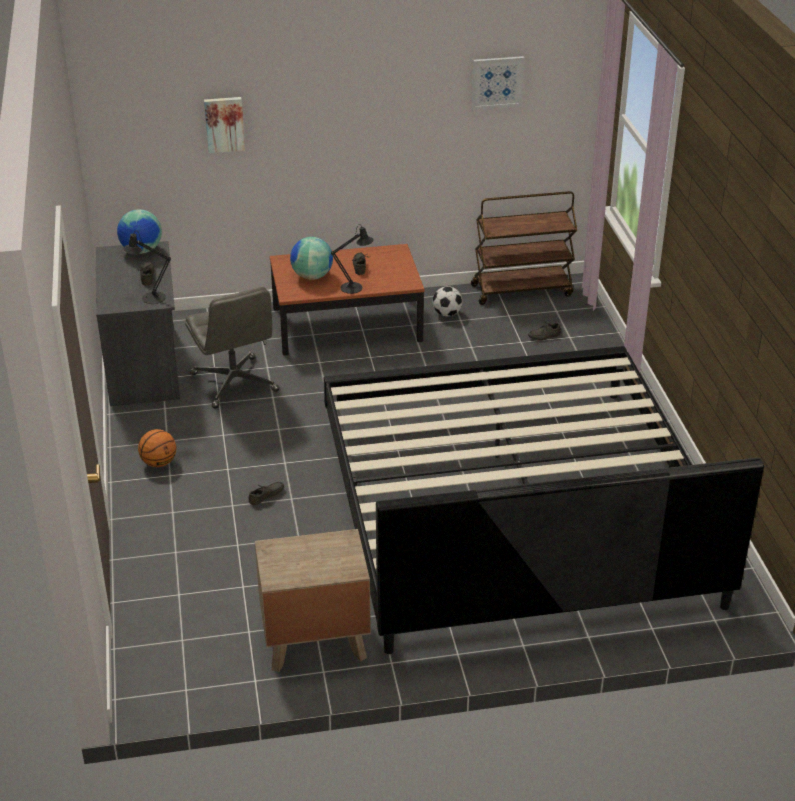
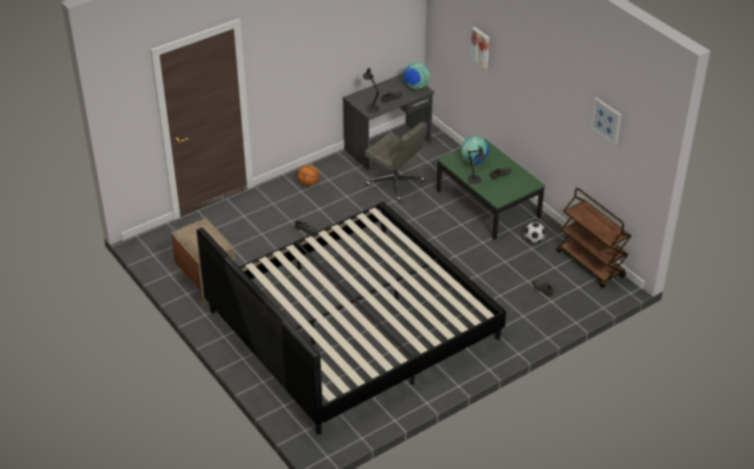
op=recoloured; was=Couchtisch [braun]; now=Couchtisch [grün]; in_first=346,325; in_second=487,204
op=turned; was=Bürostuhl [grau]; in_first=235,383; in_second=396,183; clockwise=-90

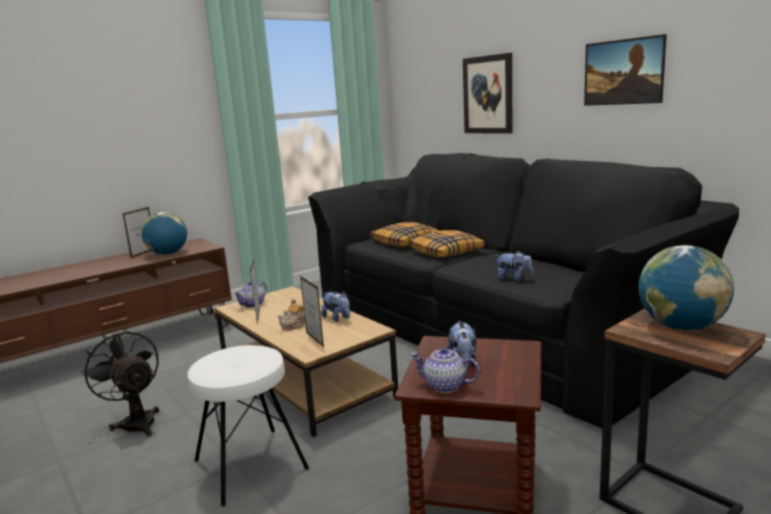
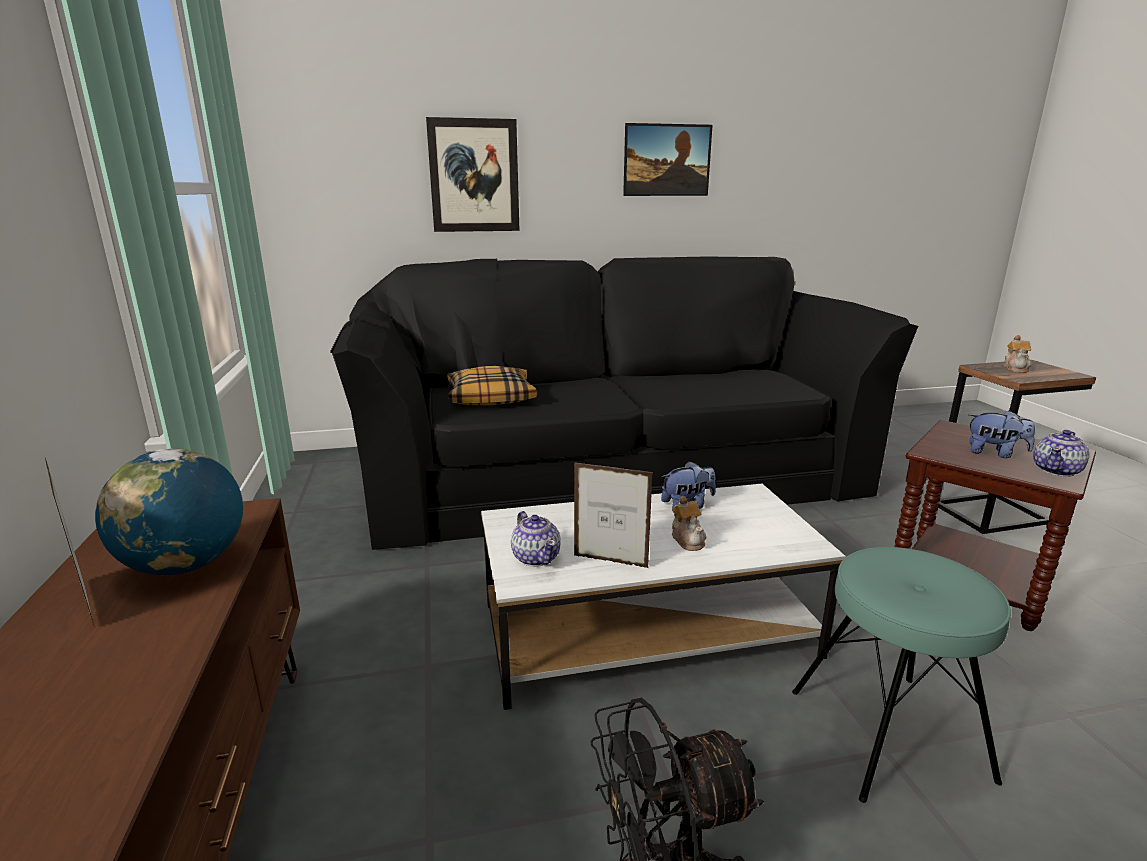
op=removed; was=Bilderrahmen; in_first=314,340
op=removed; was=Kissen; in_first=446,252
op=removed; was=Plüschtier; in_first=513,279
op=replaced; was=Globus; now=Teekanne; in_first=681,327; in_second=1016,368
op=recoloured; was=Hocker [weiß]; now=Hocker [türkis]; in_first=250,465; in_second=888,734
op=recoloured; was=Couchtisch [braun]; now=Couchtisch [weiß]; in_first=305,380; in_second=646,629

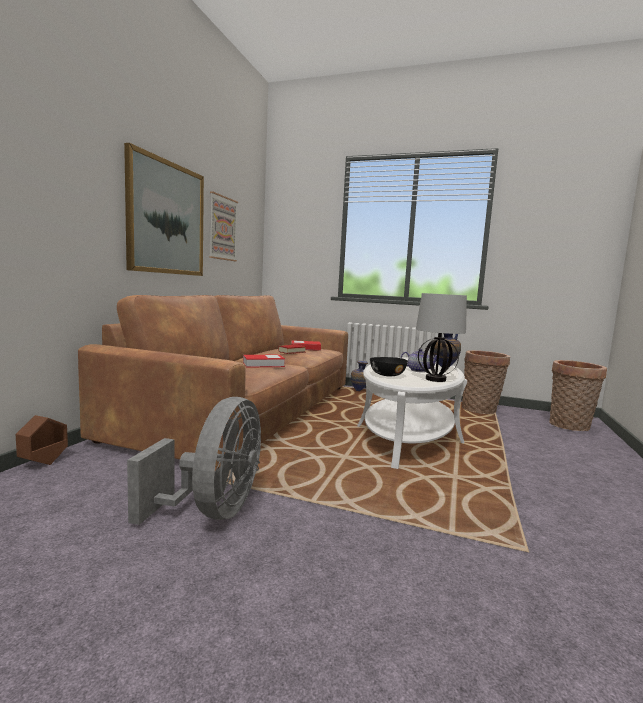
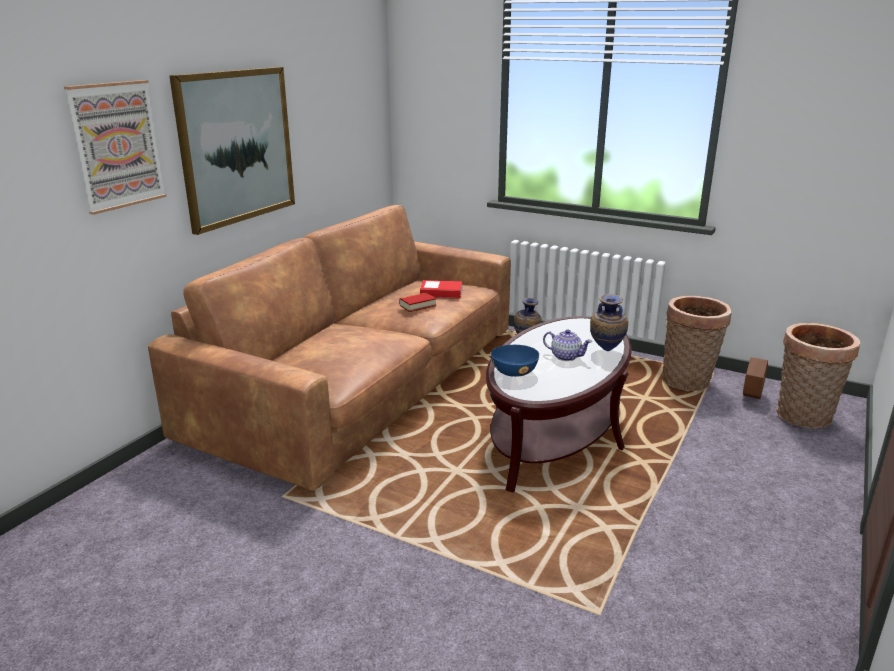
op=removed; was=Ventilator [grau]; in_first=213,511
op=removed; was=Buch; in_first=263,364
op=removed; was=Tischlampe; in_first=436,379
op=moved; was=Pflanzkübel [braun]; in_first=43,463; in_second=751,397
op=moved; was=Bild; in_first=222,228; in_second=117,145
op=recoloured; was=Couchtisch [weiß]; now=Couchtisch [braun]; in_first=408,434; in_second=556,432
op=recoloured; was=Schüssel [schwarz]; now=Schüssel [blau]; in_first=387,375; in_second=514,372

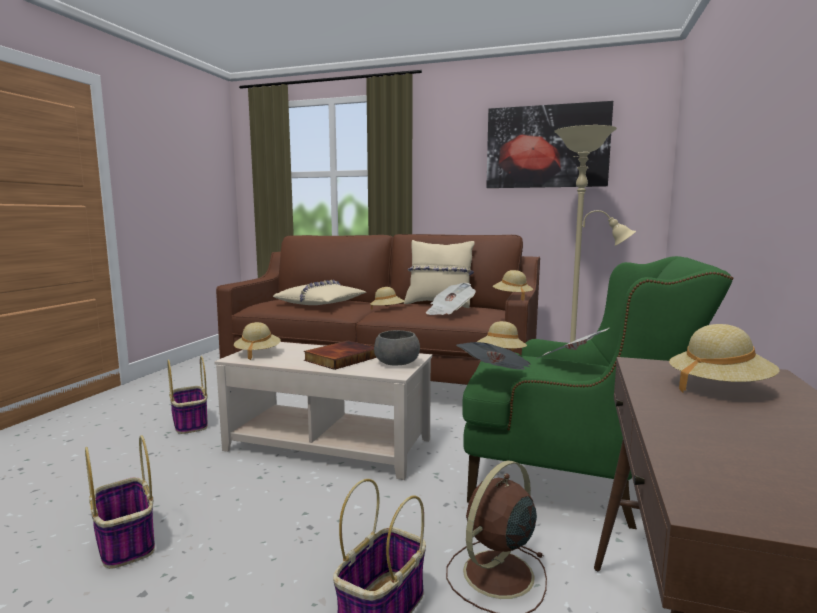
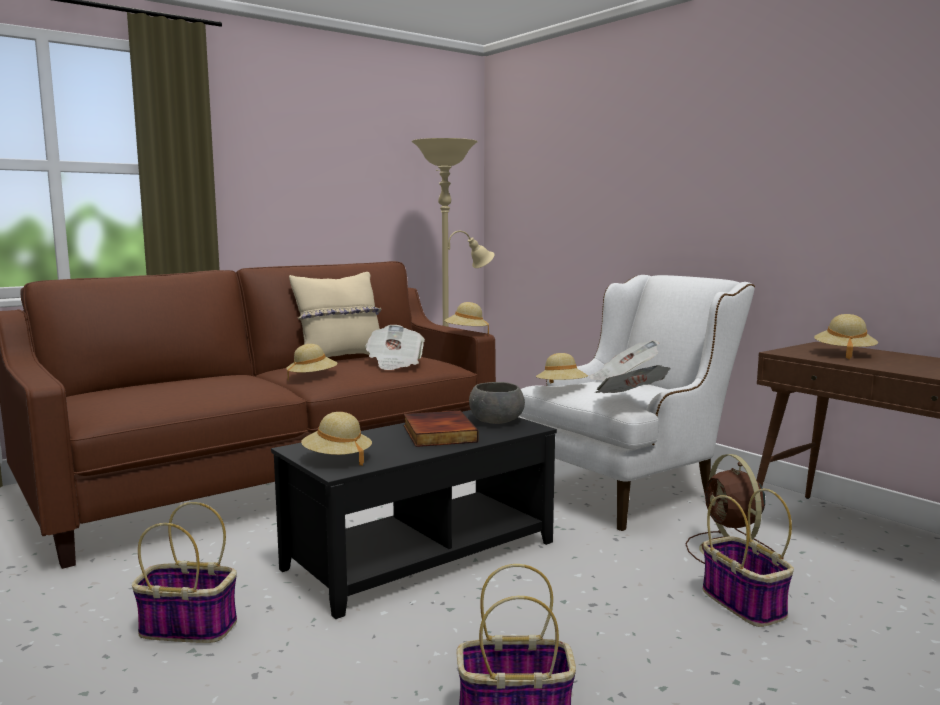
op=removed; was=Kissen [beige]; in_first=321,303
op=removed; was=Bild; in_first=547,147
op=recoloured; was=Couchtisch [beige]; now=Couchtisch [schwarz]; in_first=329,445; in_second=421,555
op=recoloured; was=Sessel [grün]; now=Sessel [weiß]; in_first=572,481; in_second=630,488

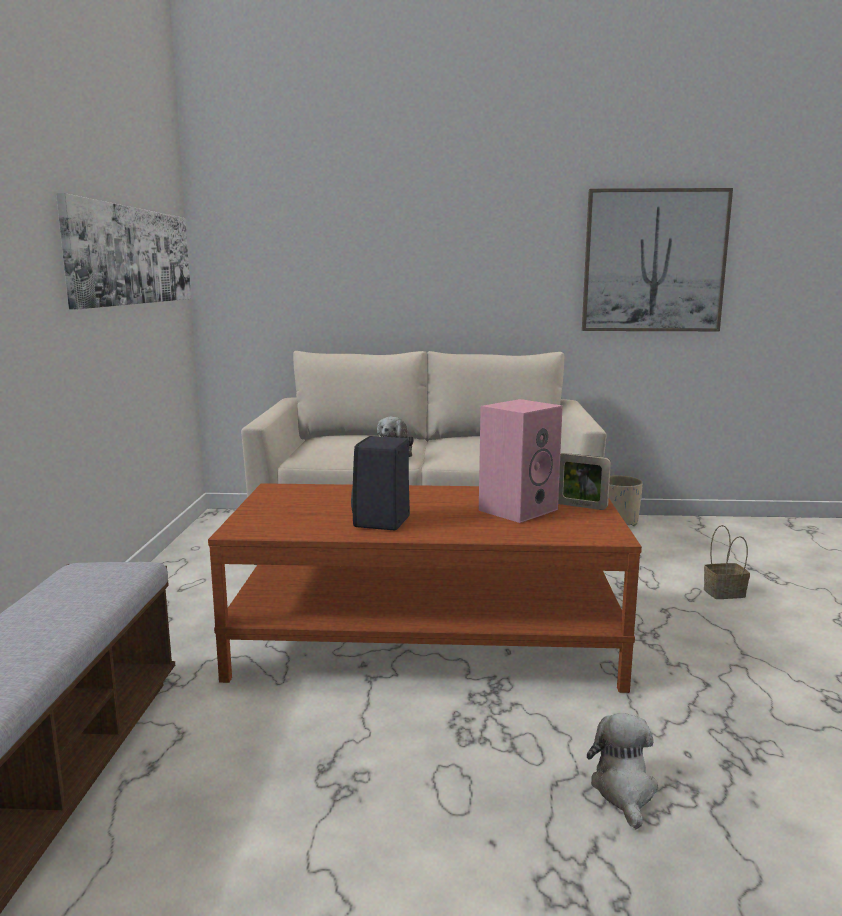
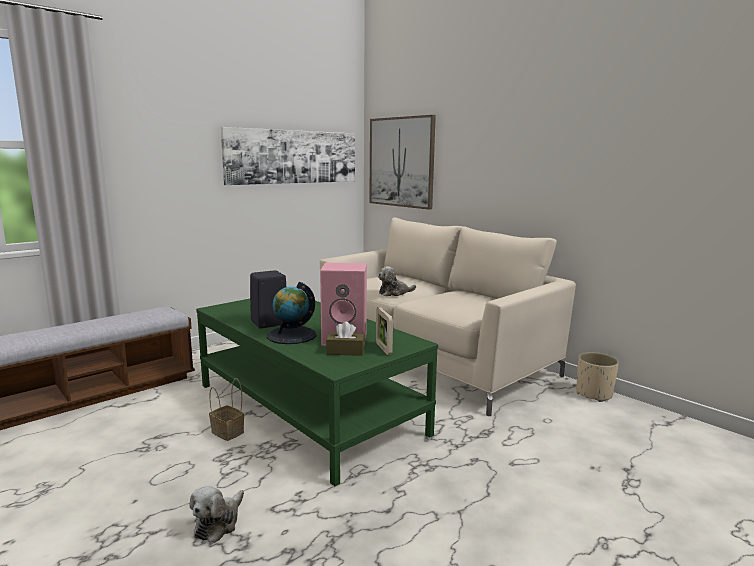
op=added; now=Globus; in_second=291,335
op=added; now=Taschentuchbox [braun]; in_second=345,351
op=moved; was=Bild; in_first=654,261; in_second=401,162
op=moved; was=Korb; in_first=725,592; in_second=228,432
op=recoloured; was=Couchtisch [braun]; now=Couchtisch [grün]; in_first=427,641; in_second=308,409
op=turned; was=Plüschtier; in_first=624,790; in_second=218,523; clockwise=150

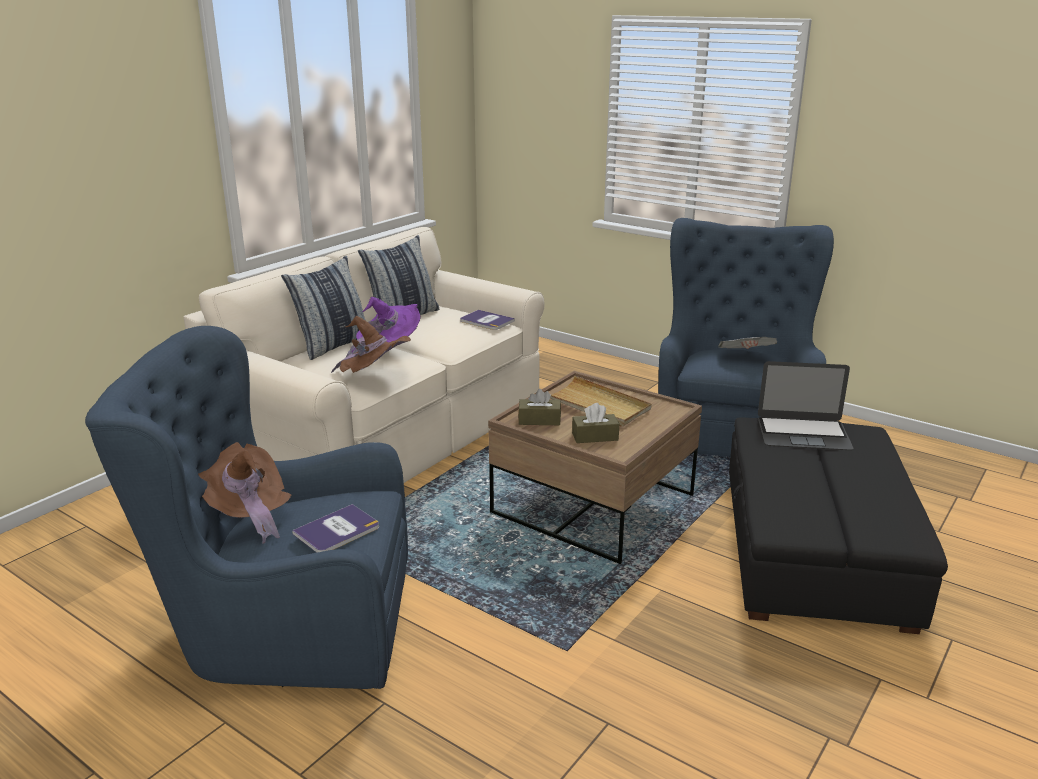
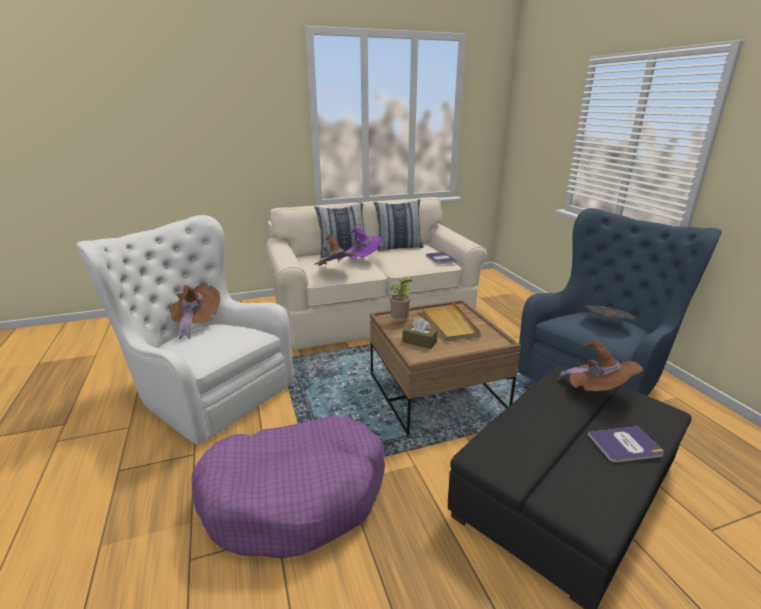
op=added; now=Hundebett [lila]; in_second=296,495
op=moved; was=Buch; in_first=337,530; in_second=625,445
op=replaced; was=Taschentuchbox [braun]; now=Topfpflanze; in_first=539,420; in_second=400,322
op=replaced; was=Laptop; now=Hut [braun]; in_first=803,433; in_second=597,393
op=recoloured; was=Sessel [blau]; now=Sessel [weiß]; in_first=283,627; in_second=206,392

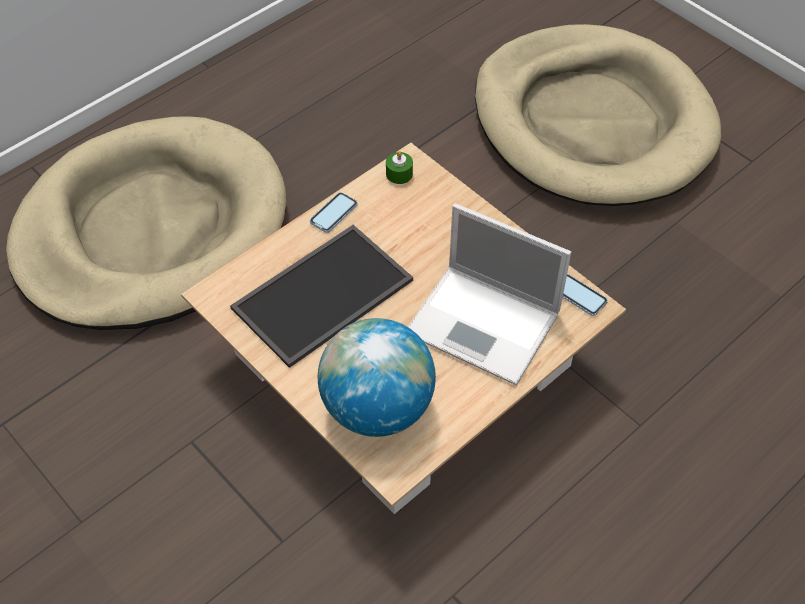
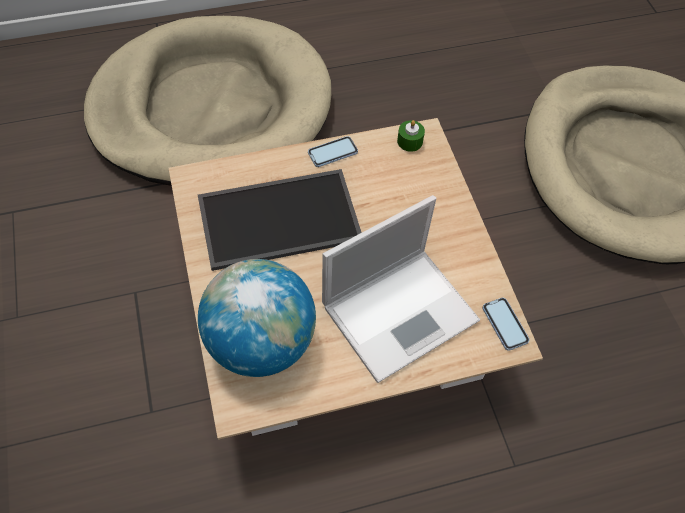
op=turned; was=Laptop; in_first=485,324; in_second=402,311; clockwise=-90

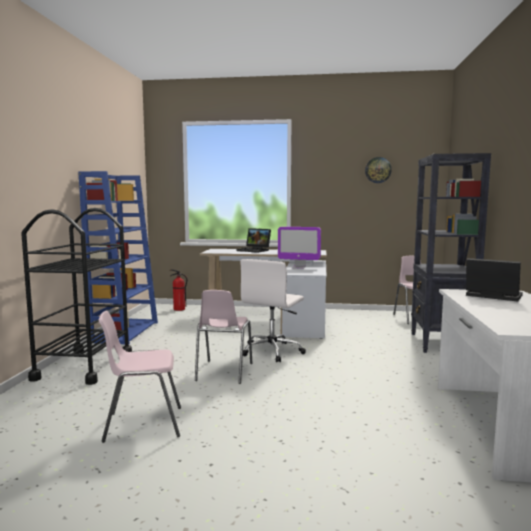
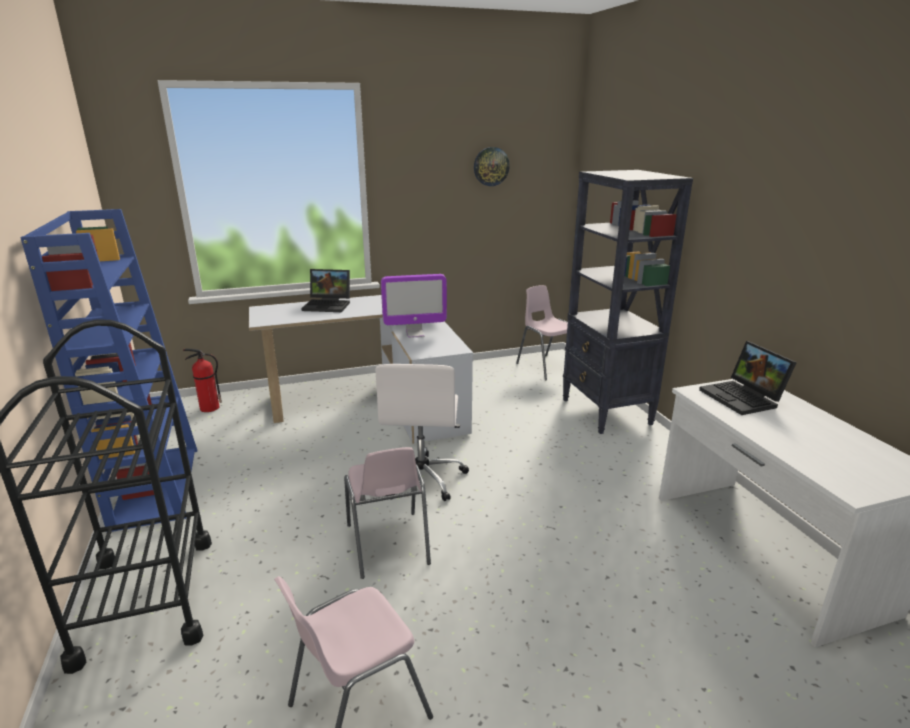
op=turned; was=Laptop; in_first=491,296; in_second=744,398; clockwise=-120

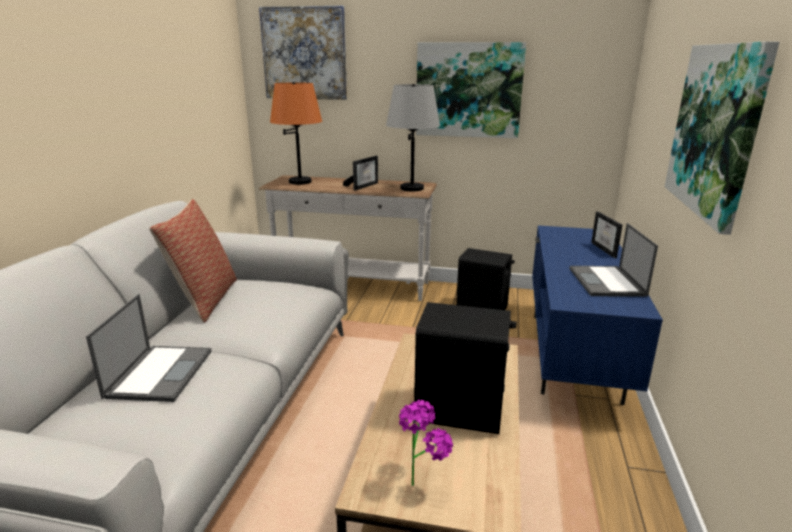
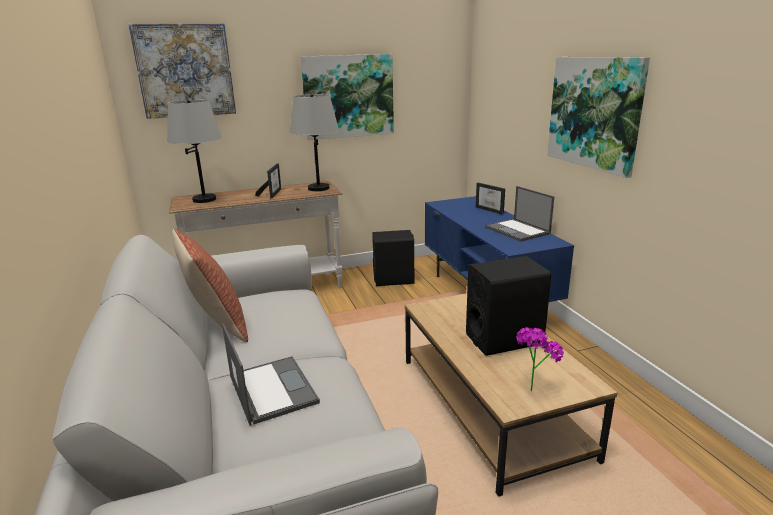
op=recoloured; was=Tischlampe [orange]; now=Tischlampe [grau]; in_first=300,182; in_second=204,199

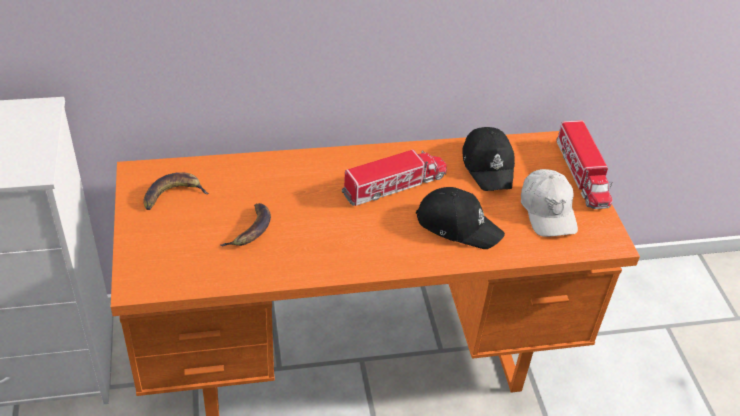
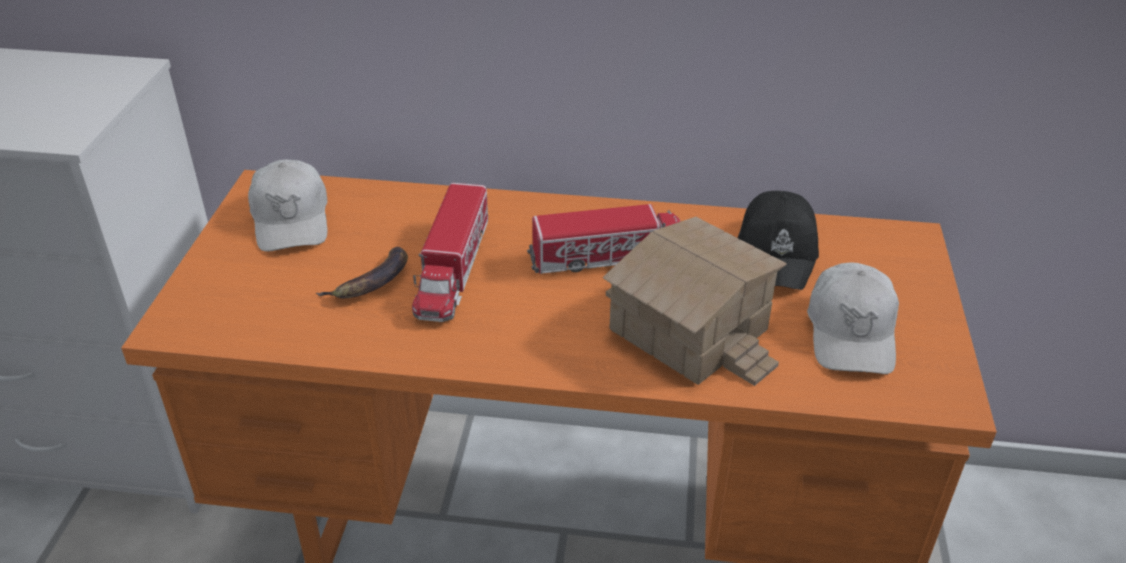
op=moved; was=Spielzeuglaster; in_first=582,175; in_second=452,269
op=replaced; was=Banane; now=Kappe [weiß]; in_first=173,194; in_second=291,219
op=replaced; was=Kappe [schwarz]; now=Spielzeughaus; in_first=458,225; in_second=690,328

